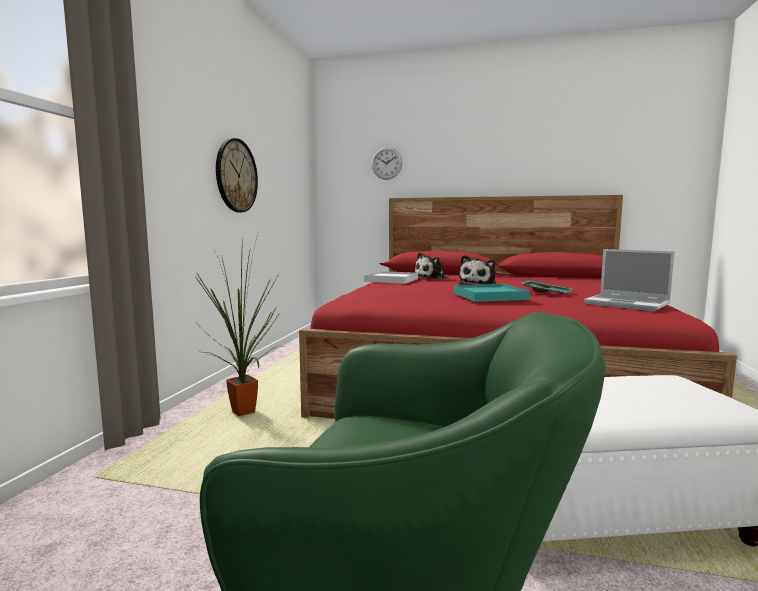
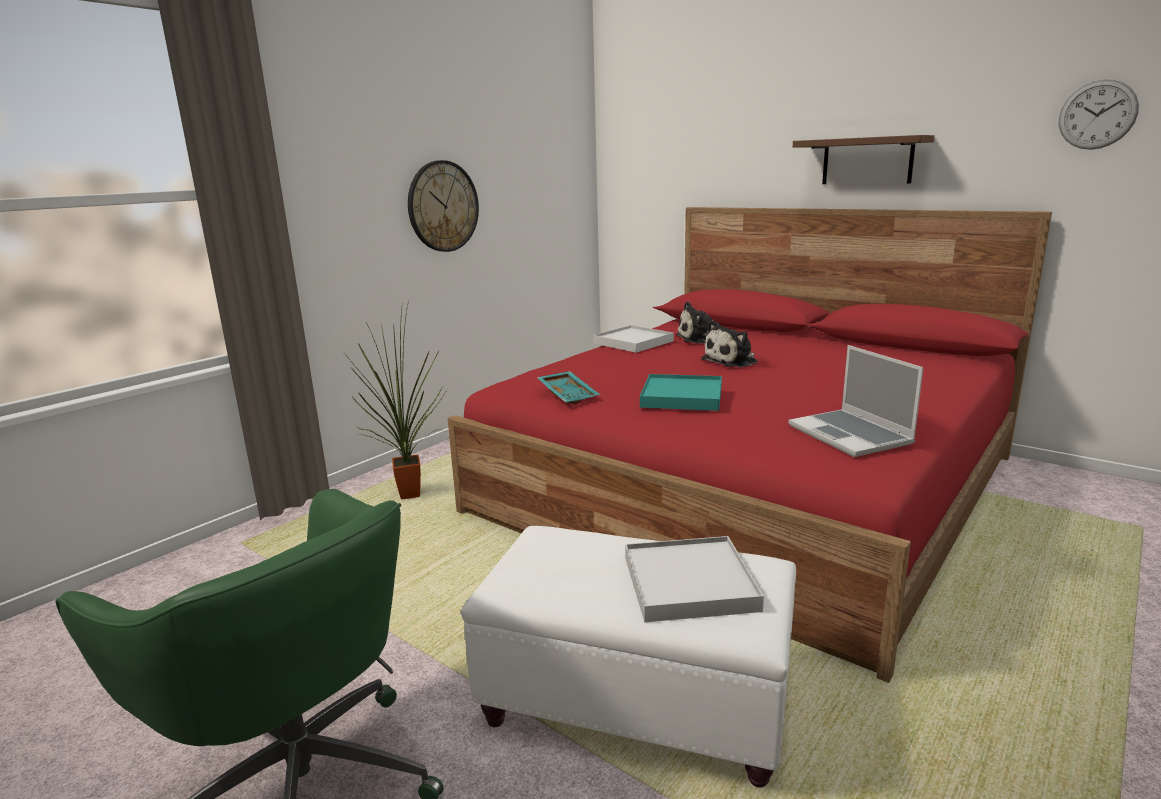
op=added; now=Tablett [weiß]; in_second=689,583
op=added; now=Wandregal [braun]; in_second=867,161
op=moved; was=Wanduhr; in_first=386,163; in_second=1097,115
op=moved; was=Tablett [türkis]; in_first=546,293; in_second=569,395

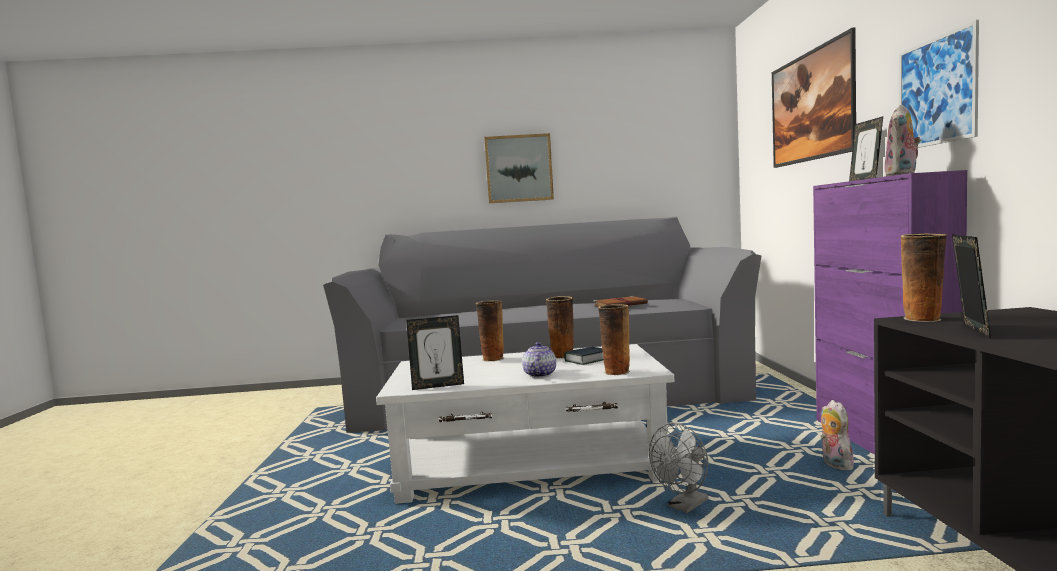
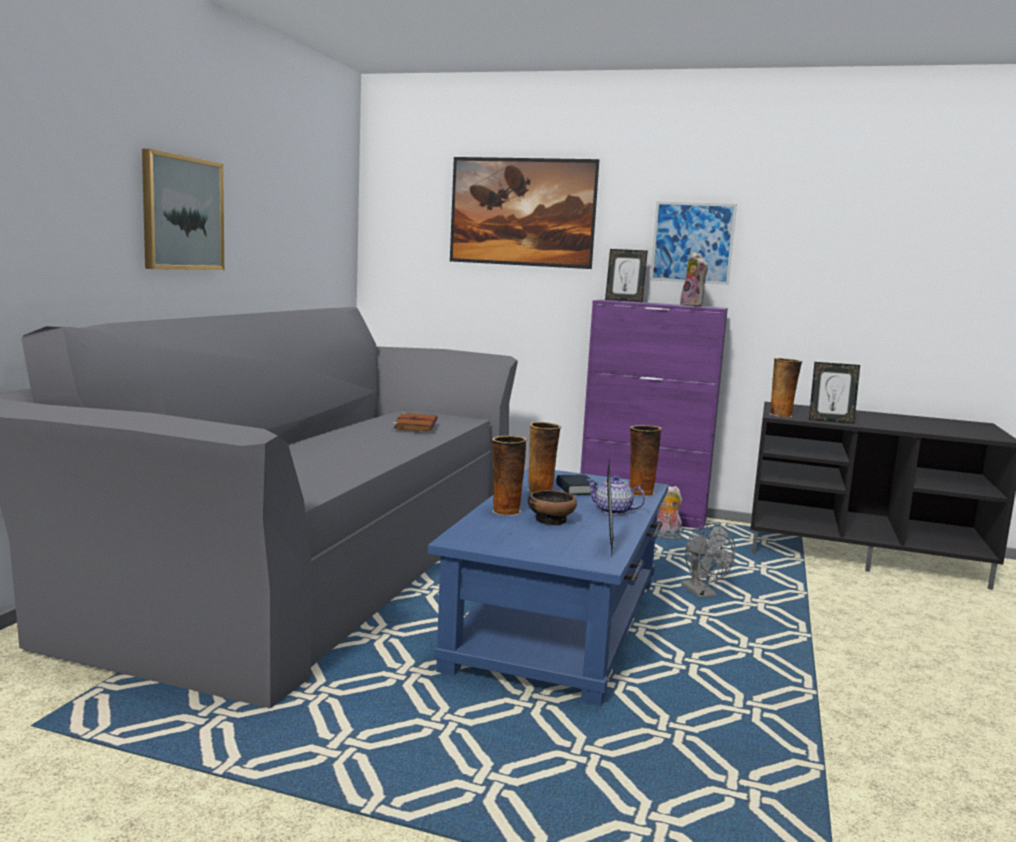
op=added; now=Schüssel; in_second=551,520
op=recoloured; was=Couchtisch [weiß]; now=Couchtisch [blau]; in_first=530,466; in_second=559,623
op=turned; was=Bilderrahmen; in_first=969,331; in_second=830,421; clockwise=150

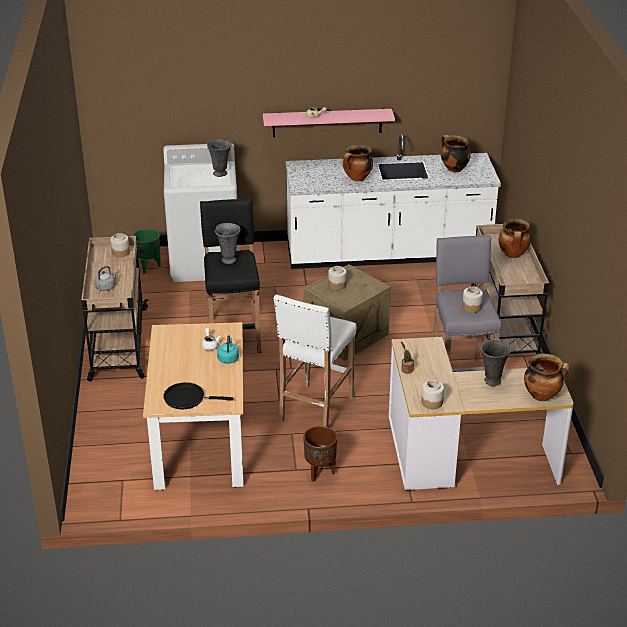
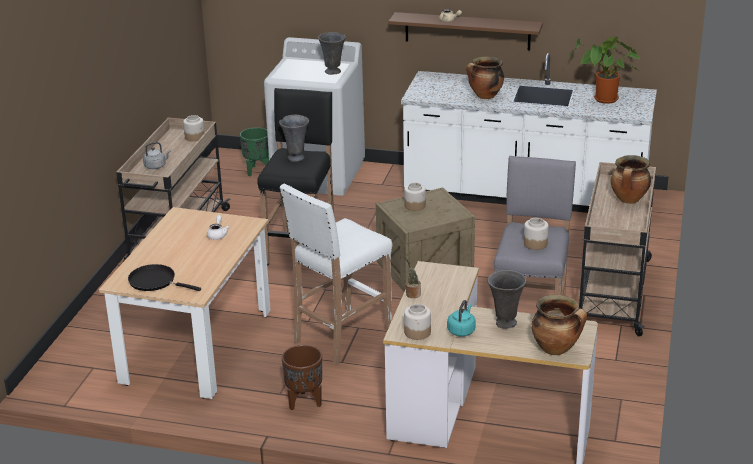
op=moved; was=Wasserkessel [türkis]; in_first=228,358; in_second=461,330
op=replaced; was=Kochtopf; now=Topfpflanze; in_first=453,169; in_second=604,100
op=recoloured; was=Wandregal [rosa]; now=Wandregal [braun]; in_first=327,122; in_second=467,31

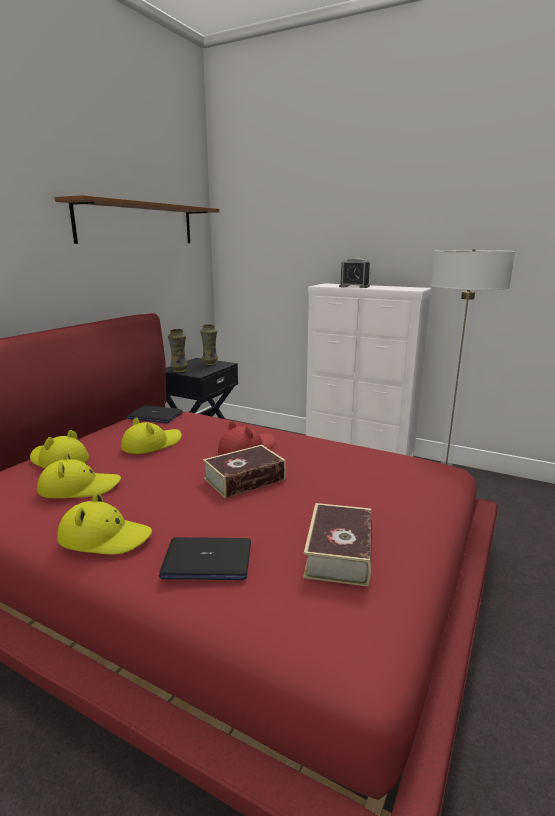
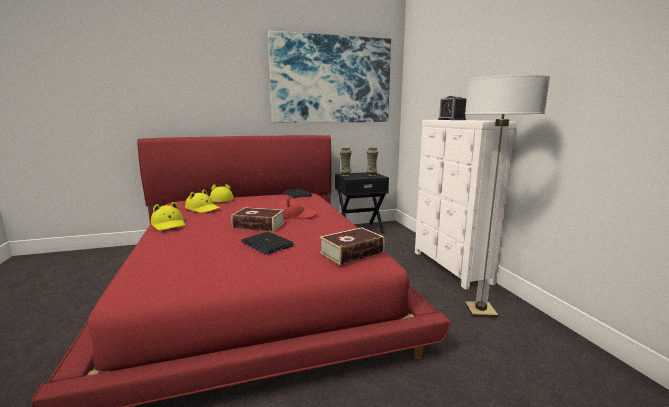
op=removed; was=Hut [gelb]; in_first=152,444
op=moved; was=Laptop; in_first=206,560; in_second=267,244
op=moved; was=Buch; in_first=339,553; in_second=351,252
op=replaced; was=Wandregal [braun]; now=Bild; in_first=138,224; in_second=331,80

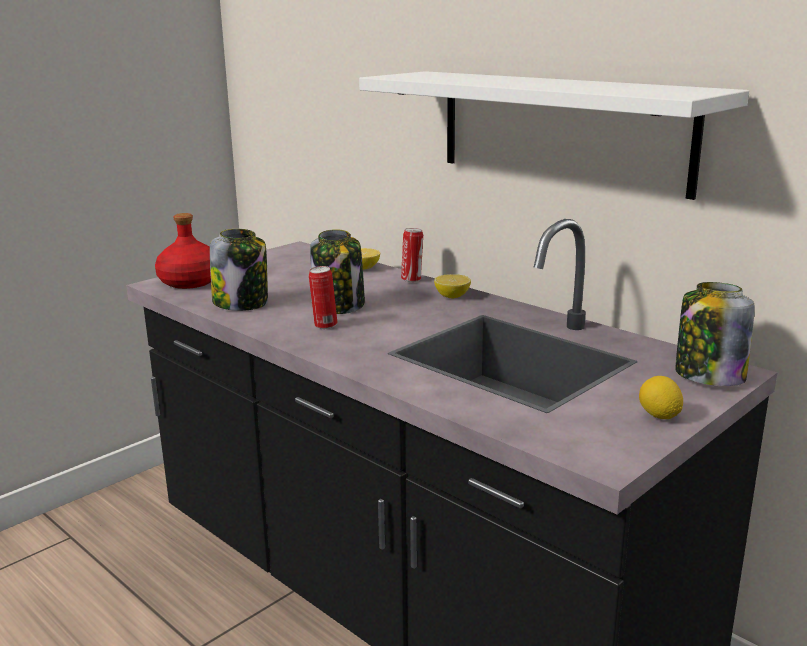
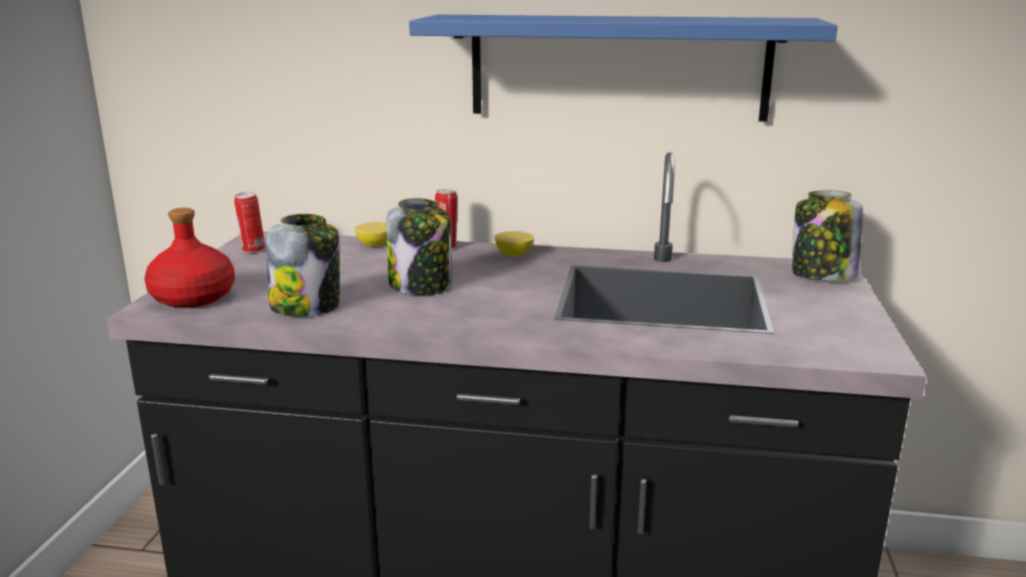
op=removed; was=Zitrone; in_first=659,416
op=moved; was=Dose; in_first=324,326; in_second=252,250
op=recoloured; was=Wandregal [weiß]; now=Wandregal [blau]; in_first=560,130; in_second=618,67

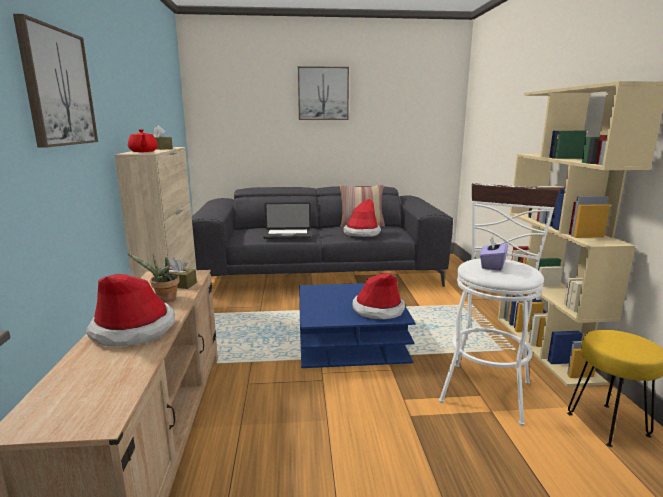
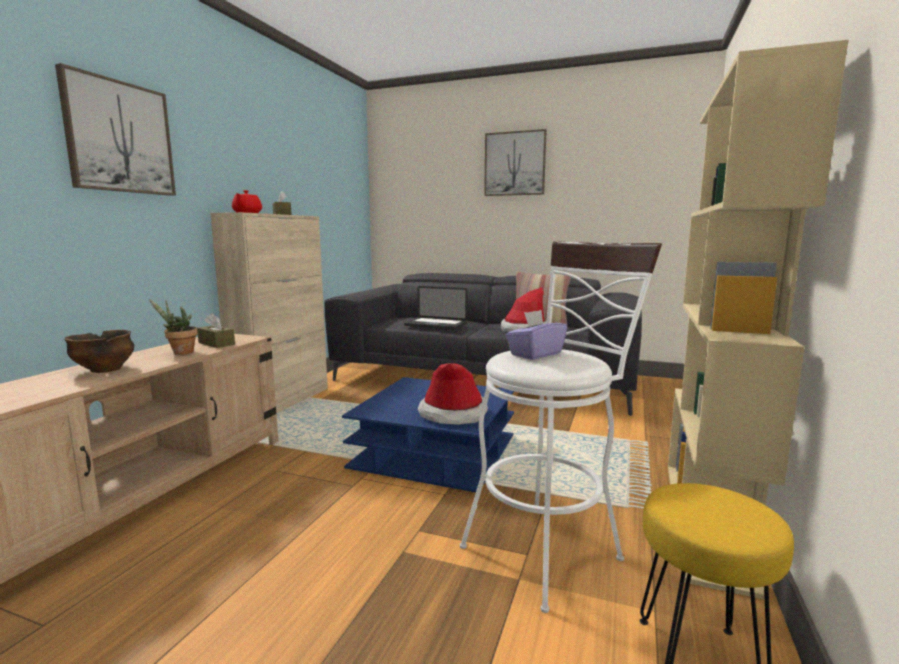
op=replaced; was=Hut; now=Schüssel; in_first=133,330; in_second=105,370

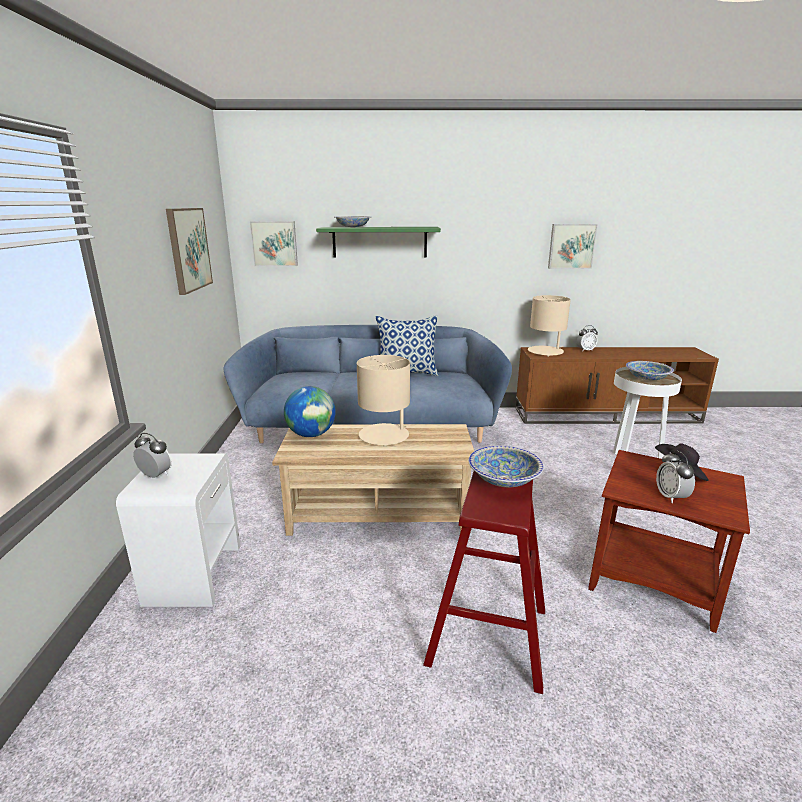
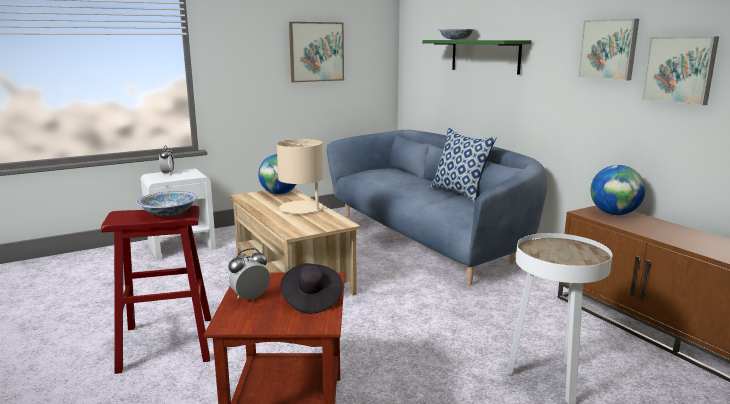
op=removed; was=Wecker; in_first=585,350
op=removed; was=Schüssel; in_first=647,378
op=moved; was=Bild; in_first=274,243; in_second=609,49
op=replaced; was=Tischlampe [beige]; now=Globus; in_first=546,351; in_second=614,214

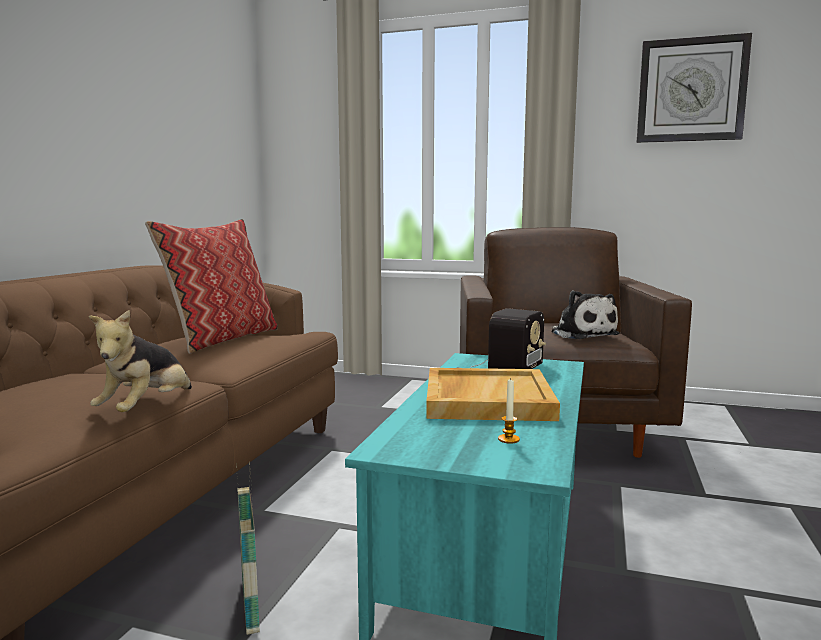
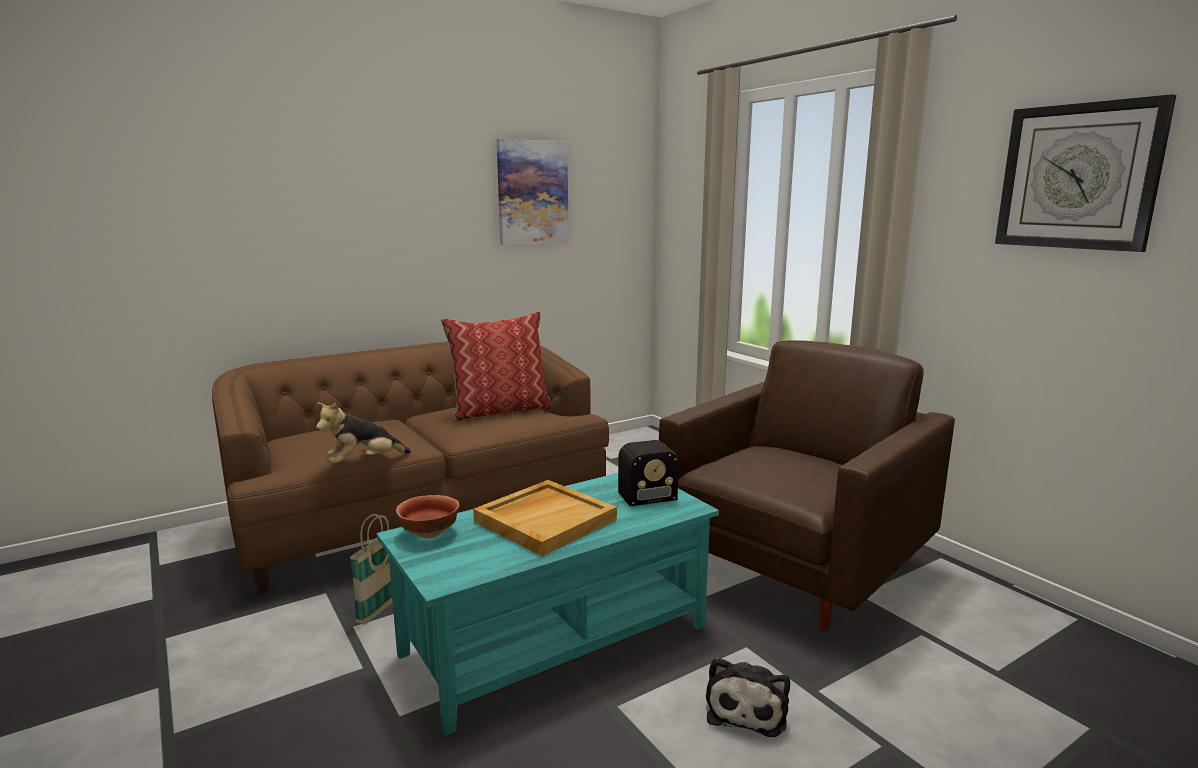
op=removed; was=Kerze; in_first=508,439
op=added; now=Schüssel; in_second=429,533
op=added; now=Bild; in_second=532,192
op=moved; was=Plüschtier; in_first=582,334; in_second=747,708

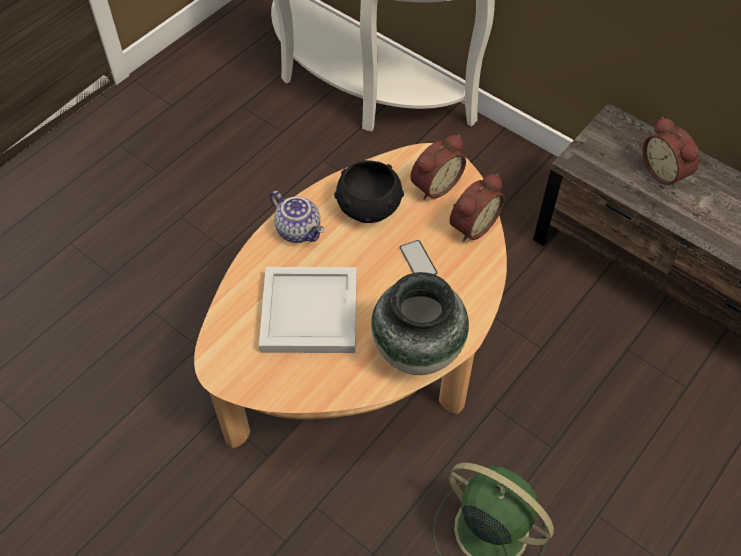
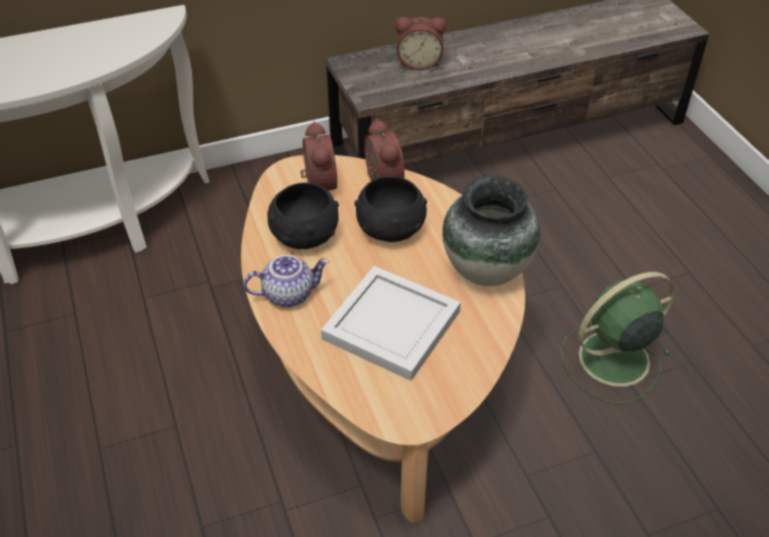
op=replaced; was=Handy; now=Schüssel [schwarz]; in_first=418,260; in_second=391,229

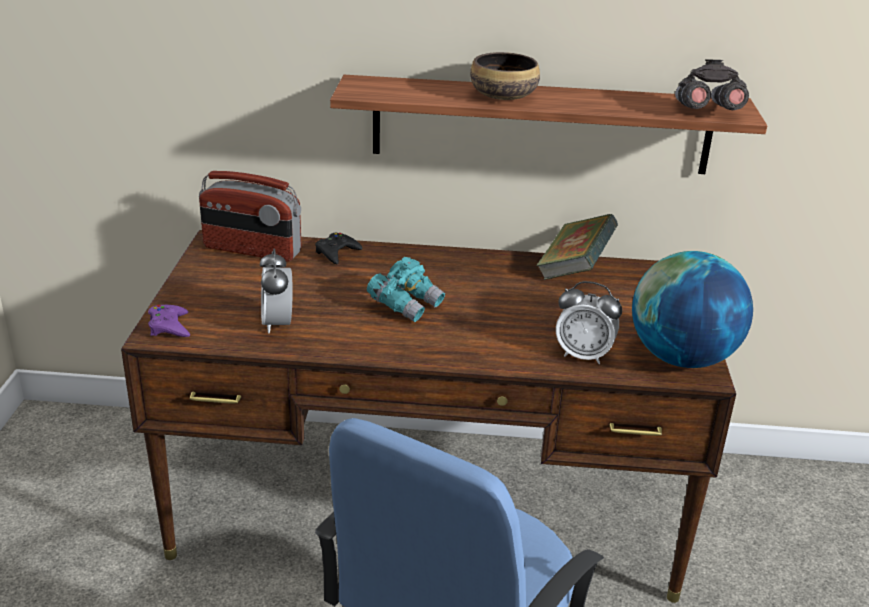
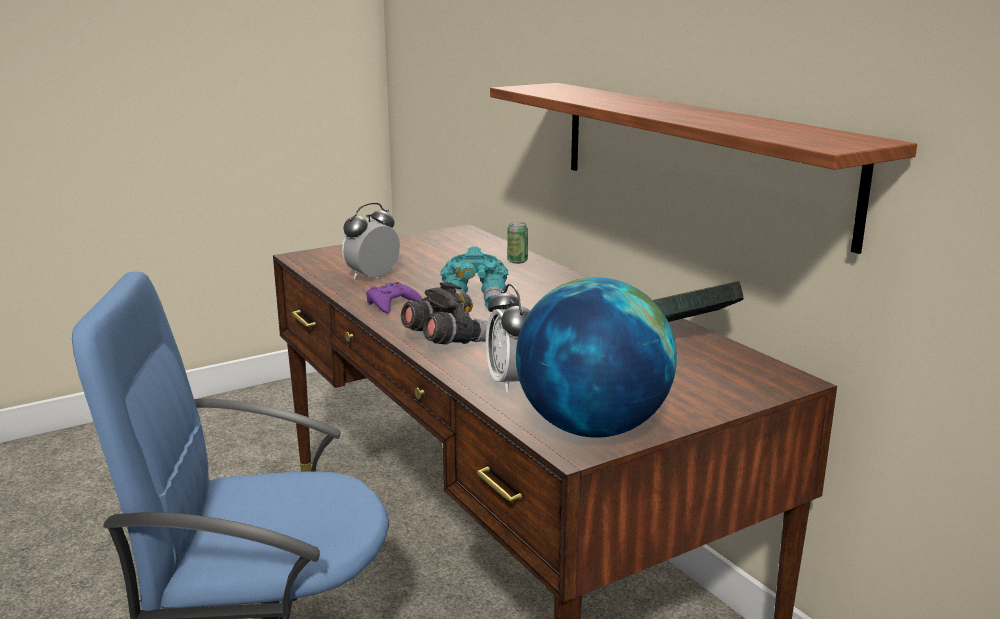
op=removed; was=Radio; in_first=252,250
op=removed; was=Schüssel; in_first=504,95
op=moved; was=Gamepad [lila]; in_first=169,326; in_second=391,303
op=moved; was=Fernglas [grau]; in_first=706,112; in_second=446,341
op=replaced; was=Gamepad [schwarz]; now=Dose; in_first=337,252; in_second=517,261

